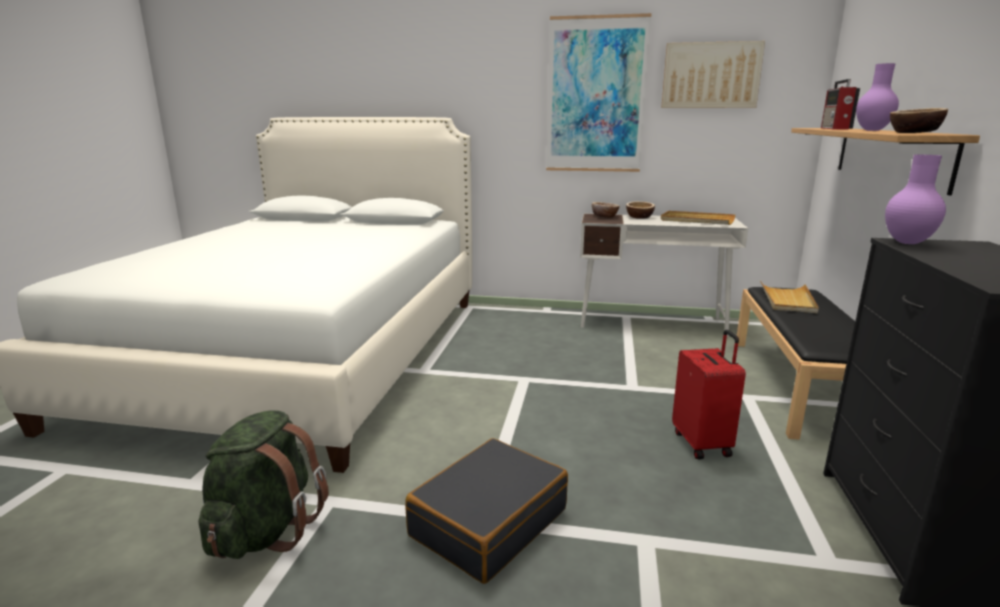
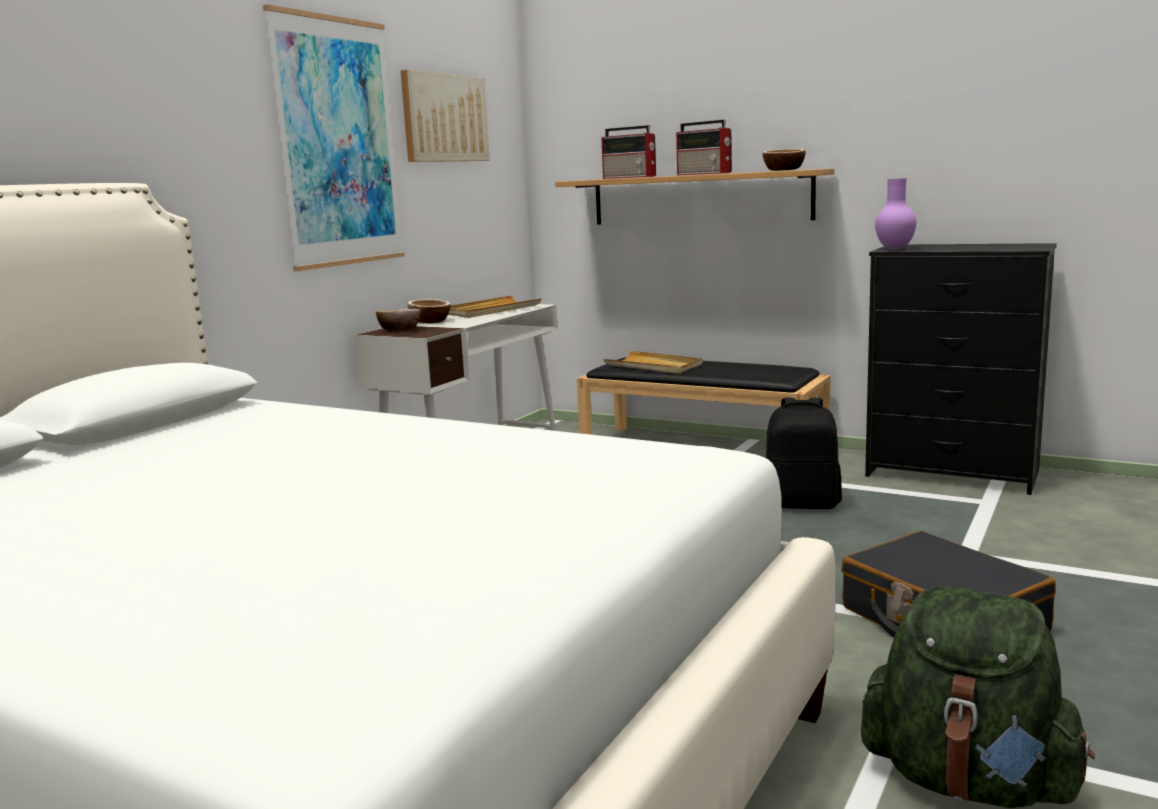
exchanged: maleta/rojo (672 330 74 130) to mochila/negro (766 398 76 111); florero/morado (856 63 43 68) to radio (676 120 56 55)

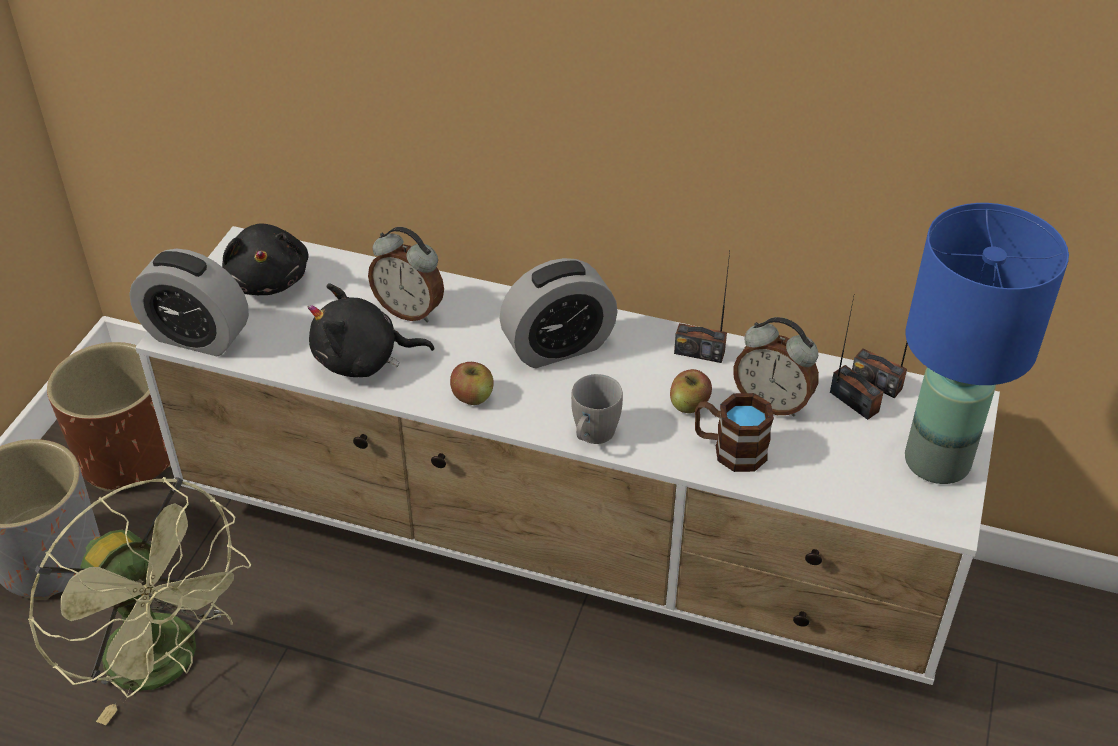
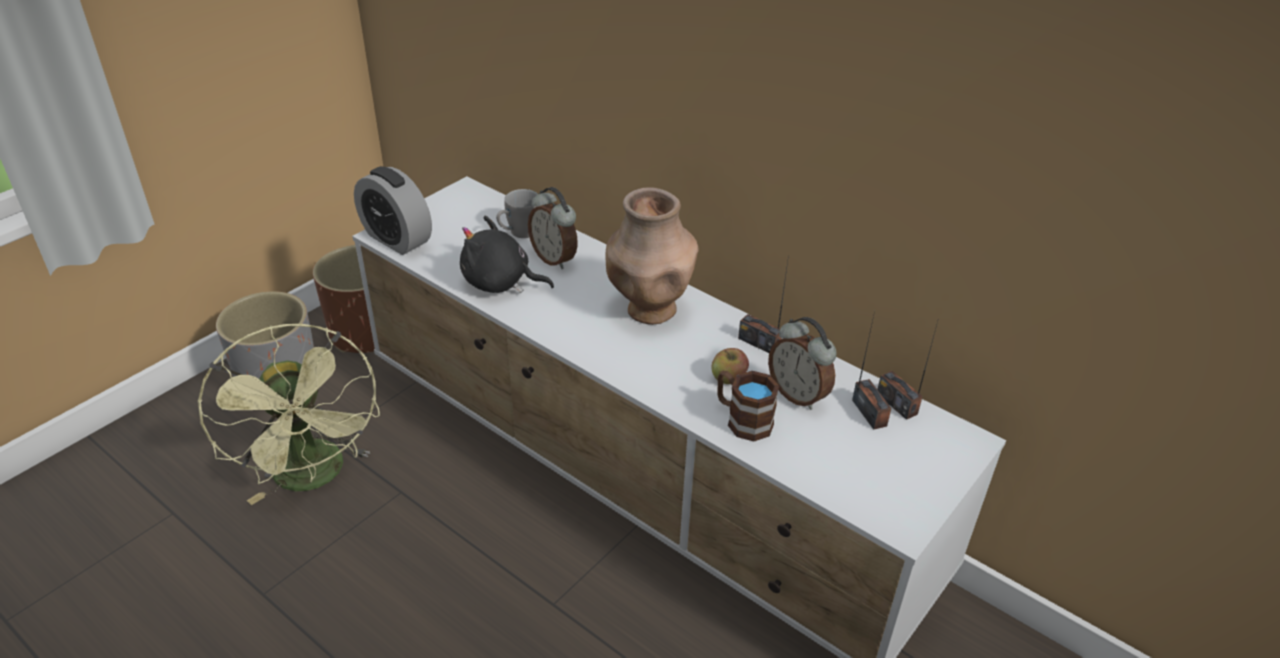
missing: peluche/negro (222 224 86 71); manzana (450 362 44 43); lámpara de mesa/azul (905 203 164 281)
relocated: taza grande/gris (571 374 52 70) to (496 189 43 49)
exchanged: despertador (499 258 119 110) to florero/marrón (605 187 94 138)

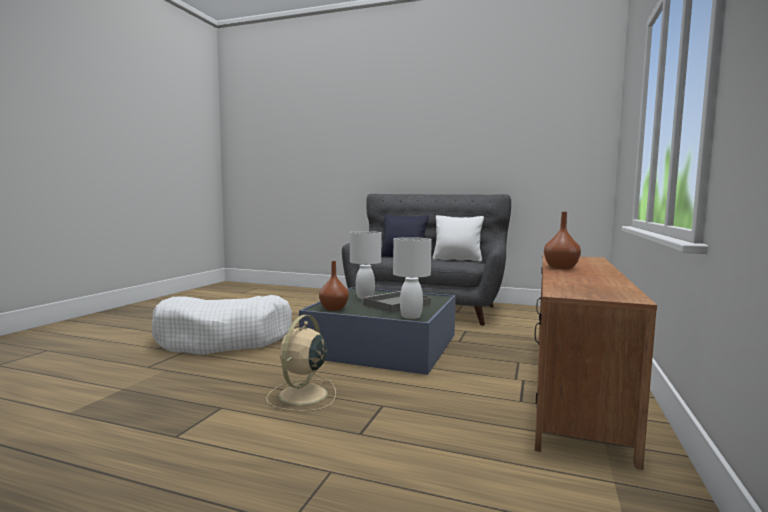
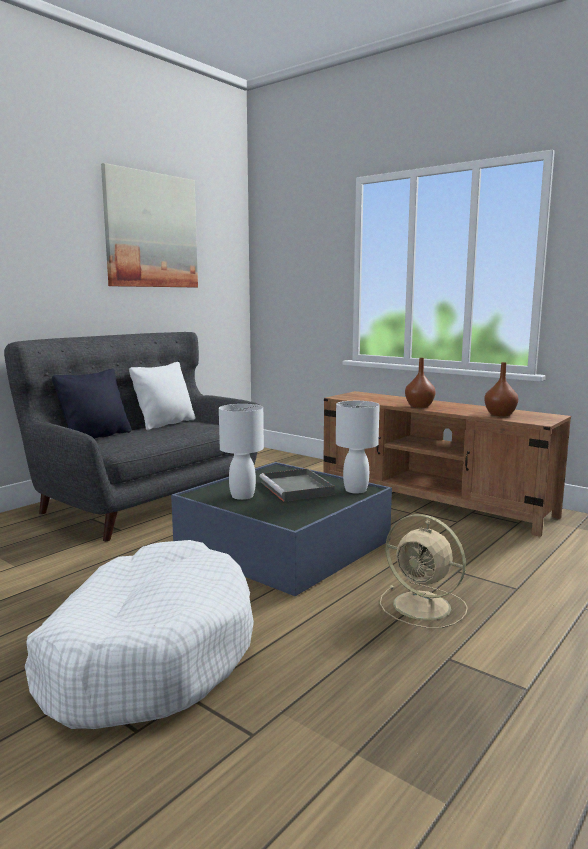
appeared: cuadro (101 163 97 124)
relocated: florero/marrón (319 261 30 50) to (484 362 34 54)

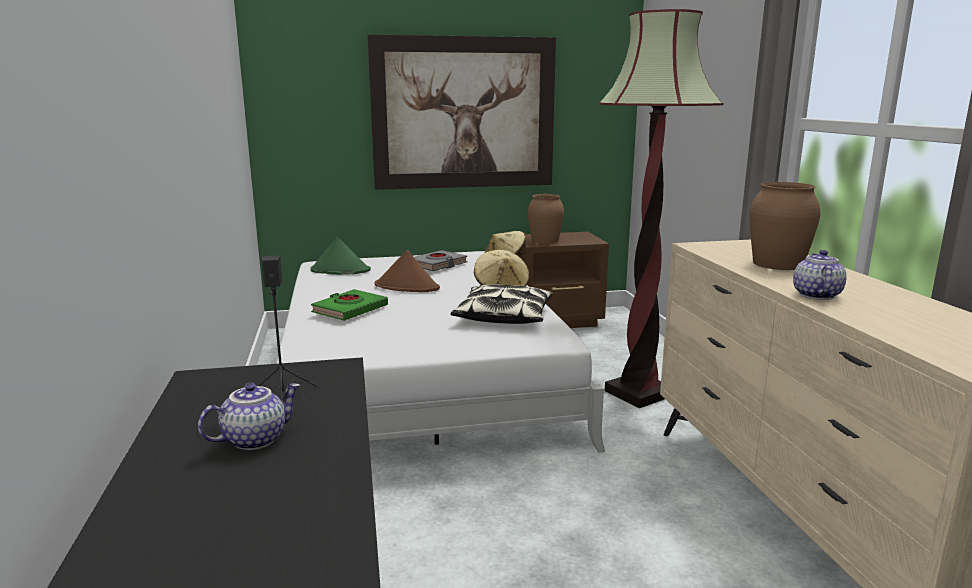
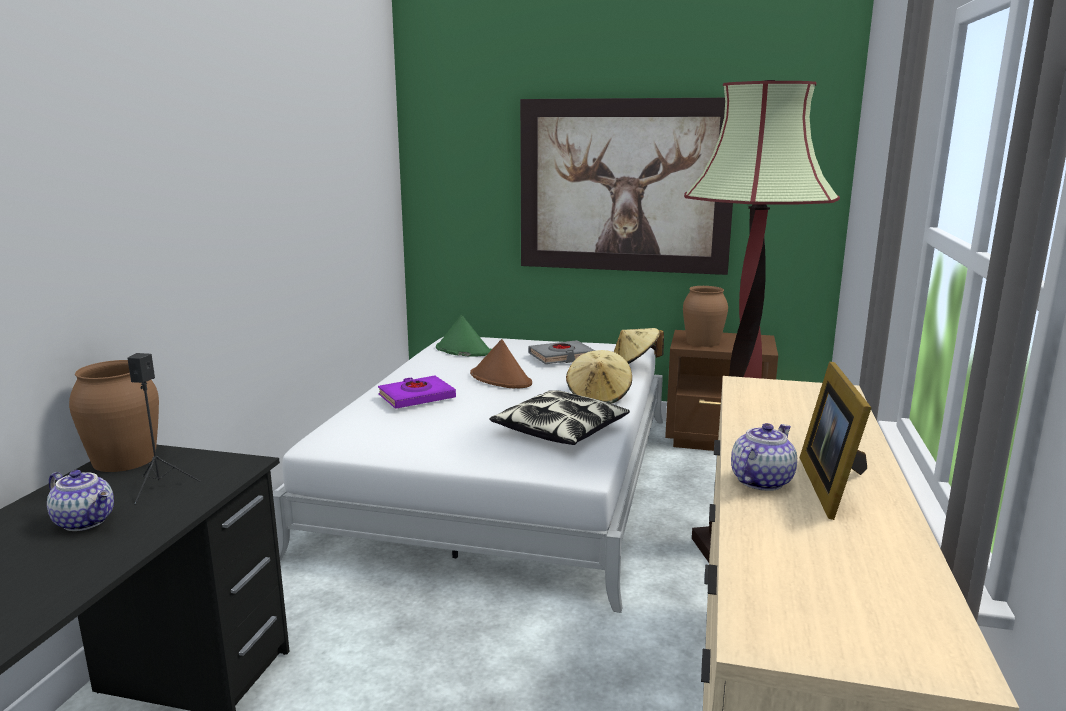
appeared: portarretratos (800 362 72 158)
relocated: florero/marrón (750 182 71 88) to (69 360 90 112)
colour: libro/verde (311 289 77 32) to libro/morado (378 375 78 34)
spun: tetera (198 383 102 67) = (47 470 67 61) 45 degrees clockwise

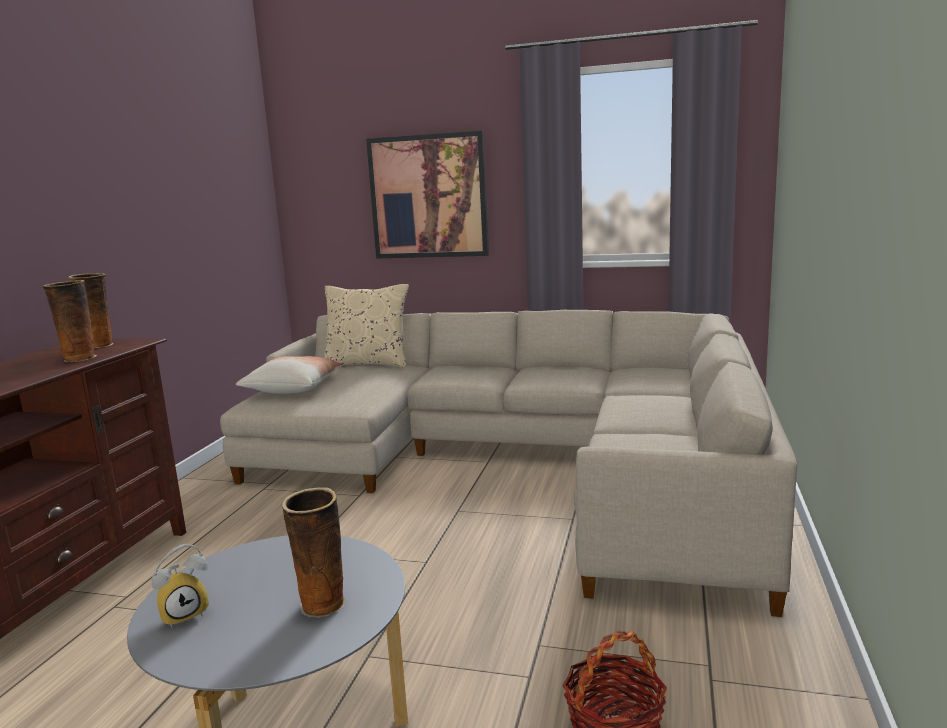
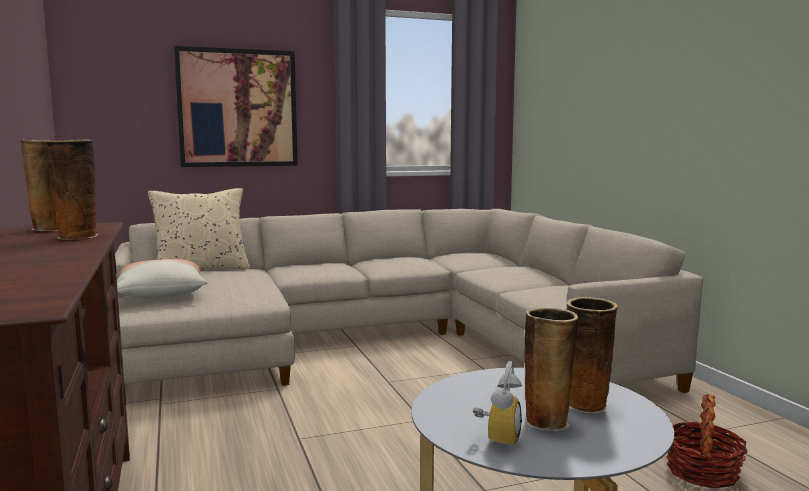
appeared: florero (524 308 55 123)

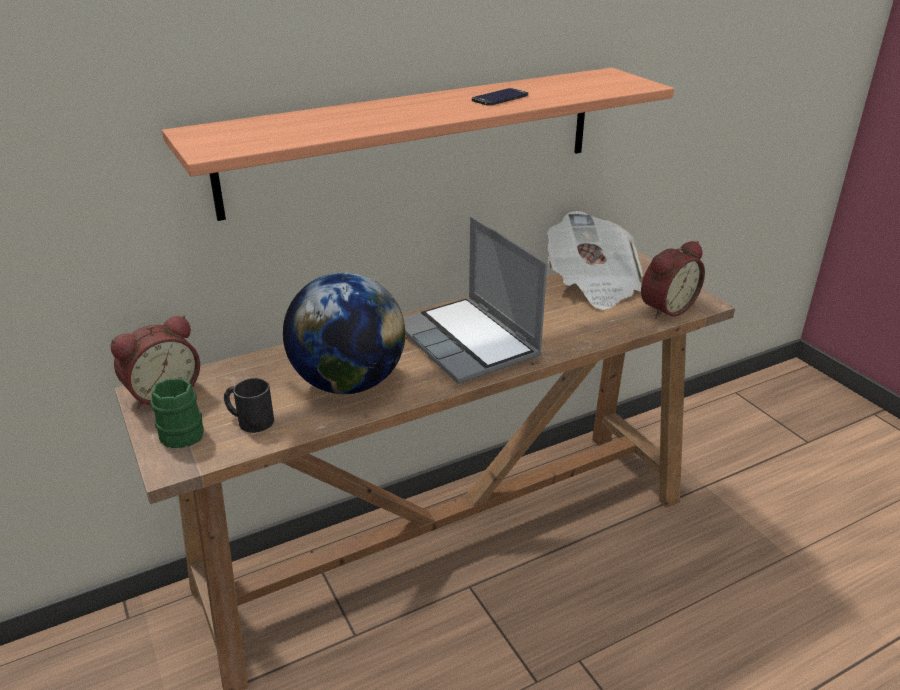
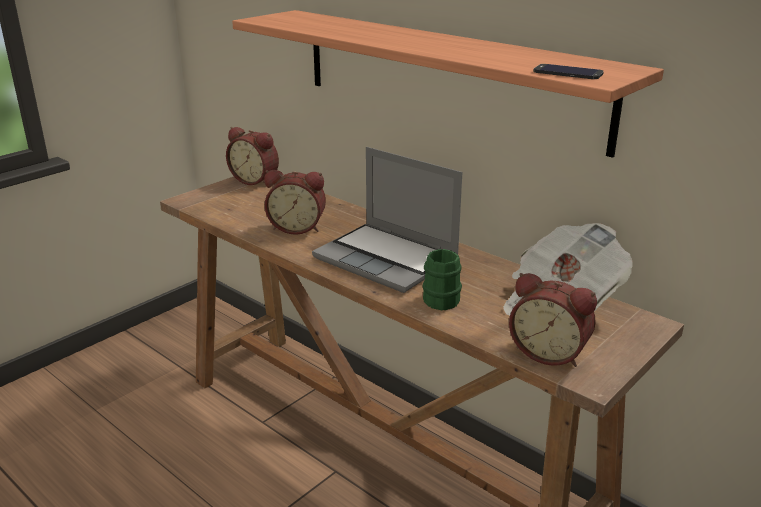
missing: taza grande/negro (224 378 50 55)
relocated: taza grande/verde (150 378 54 70) to (422 249 40 61); móvil (472 88 56 18) to (533 64 71 15)
exchanged: globo terráqueo (283 272 122 122) to despertador (264 170 62 65)
spun: portátil (403 217 144 167) = (312 147 150 146) 90 degrees counterclockwise

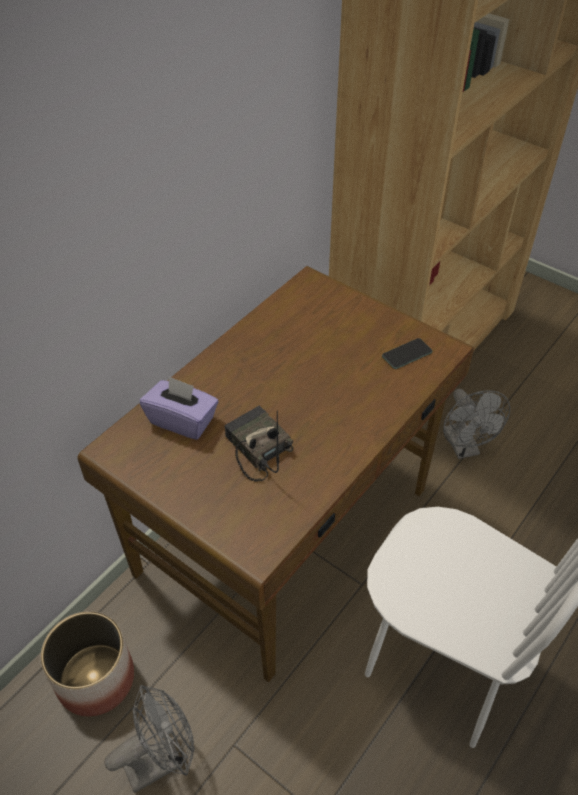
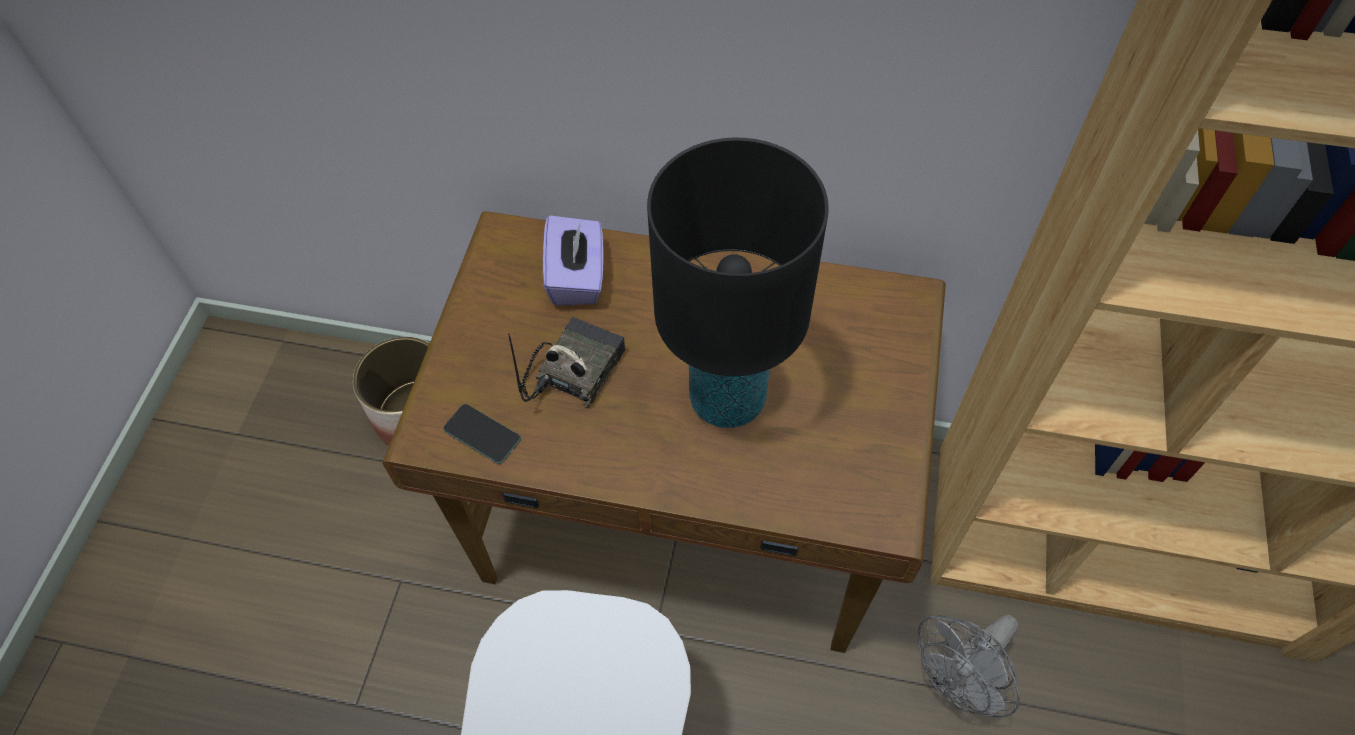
missing: ventilador/gris (104 685 91 108)
appeared: lámpara de mesa/negro (647 138 182 290)
relocated: móvil (382 338 51 31) to (443 404 78 60)

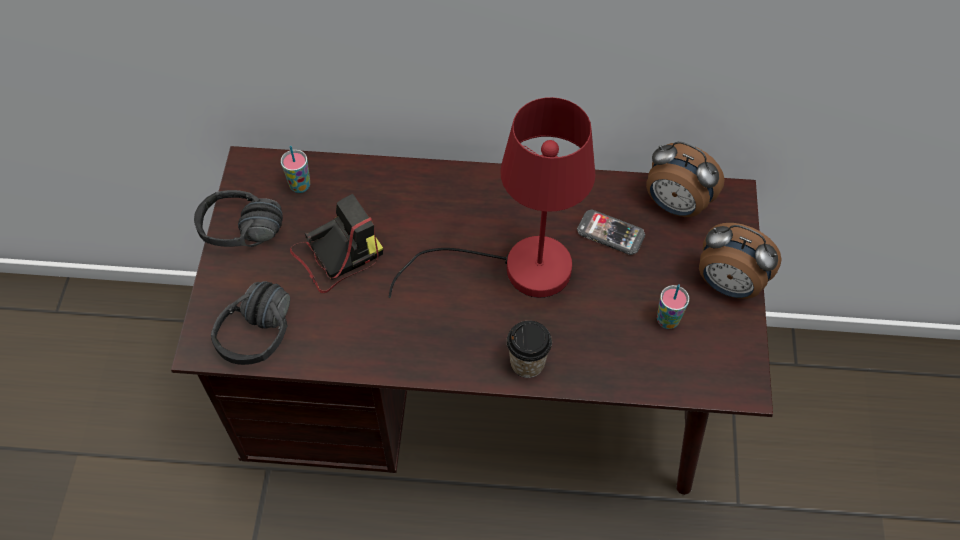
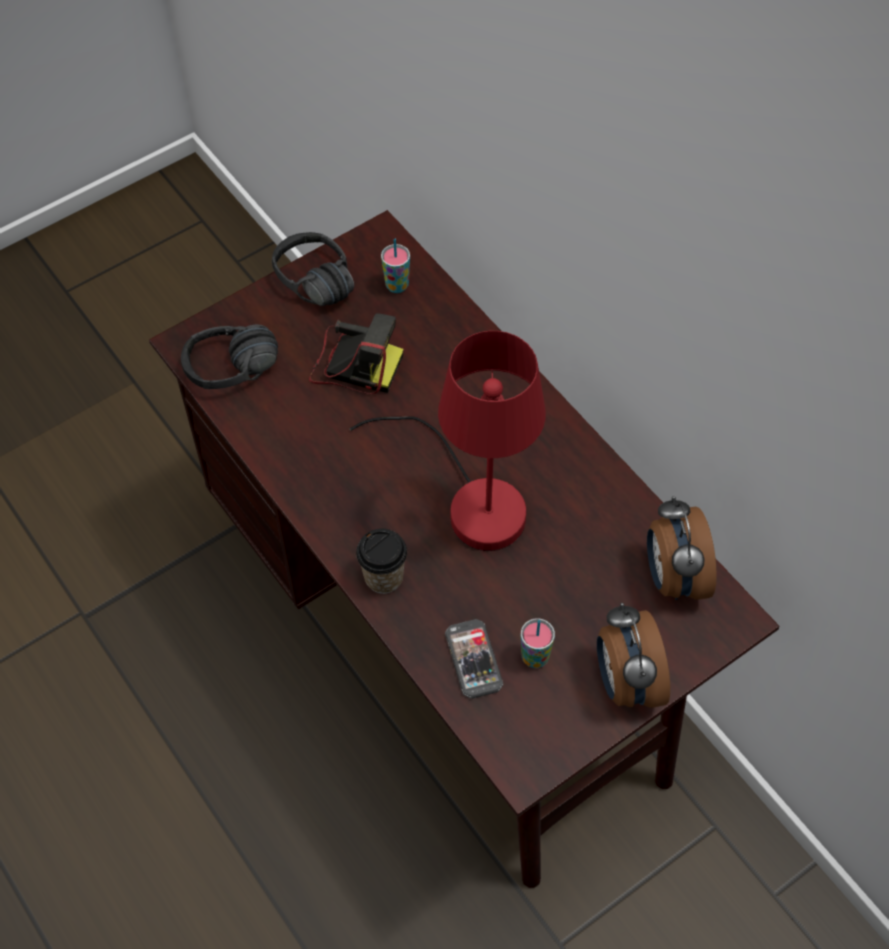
relocated: móvil (577 210 68 45) to (445 619 58 80)

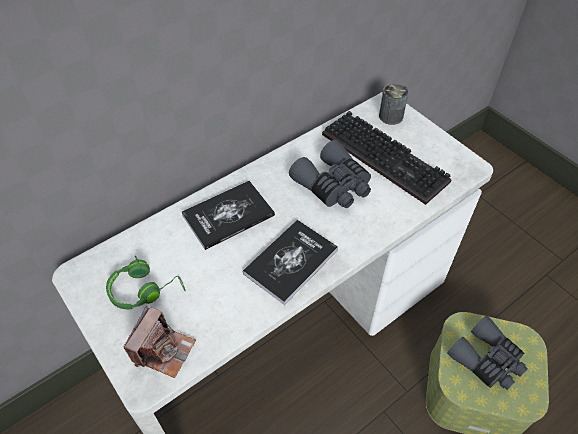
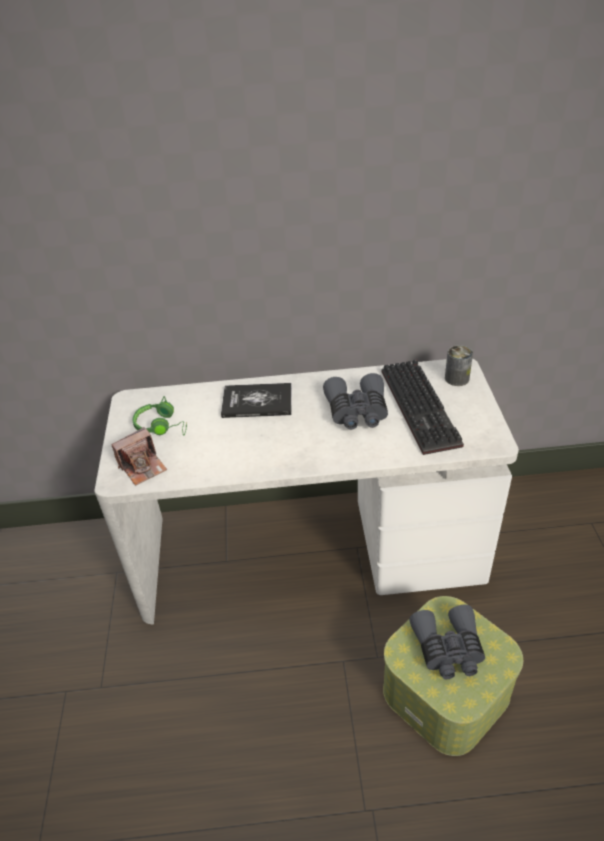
missing: libro (243 220 95 85)

